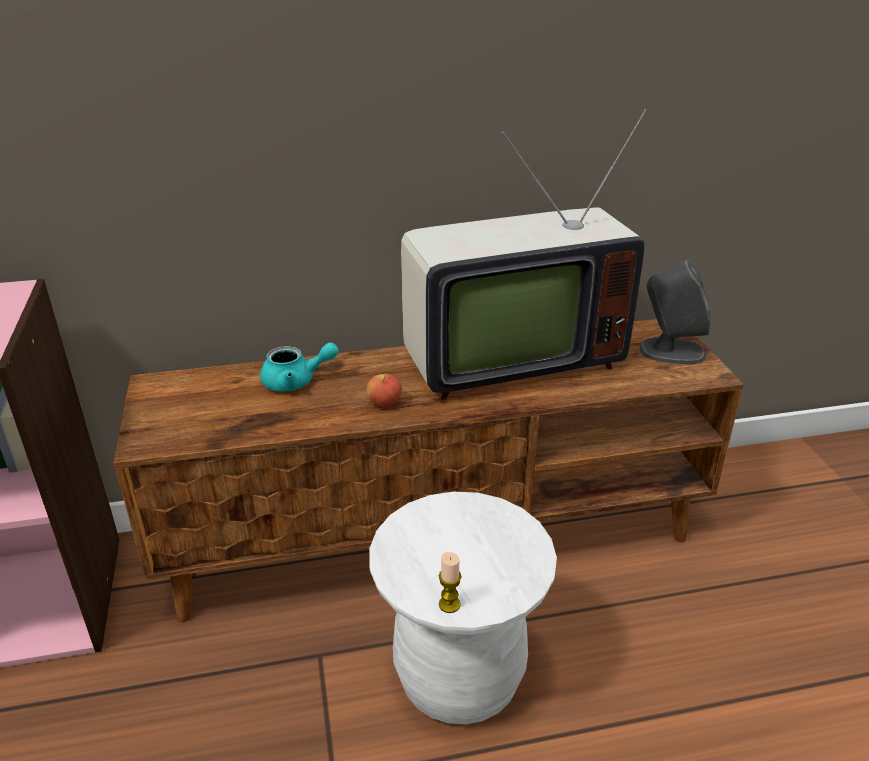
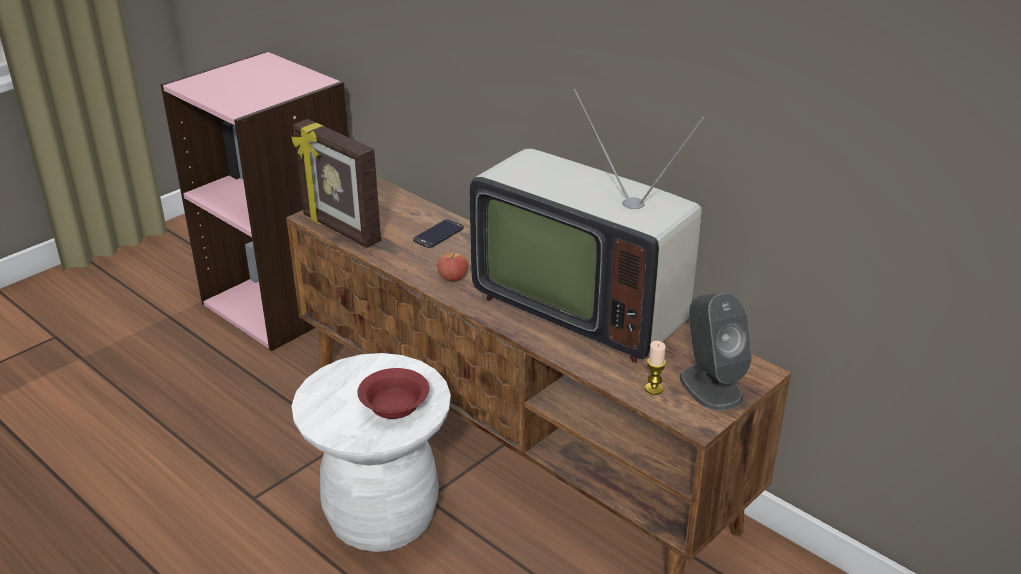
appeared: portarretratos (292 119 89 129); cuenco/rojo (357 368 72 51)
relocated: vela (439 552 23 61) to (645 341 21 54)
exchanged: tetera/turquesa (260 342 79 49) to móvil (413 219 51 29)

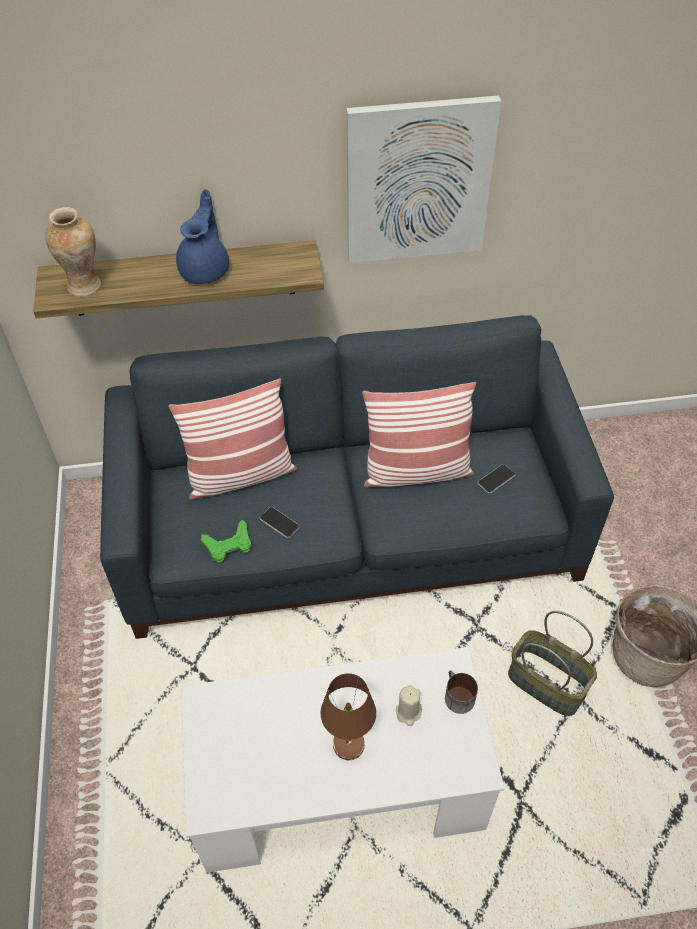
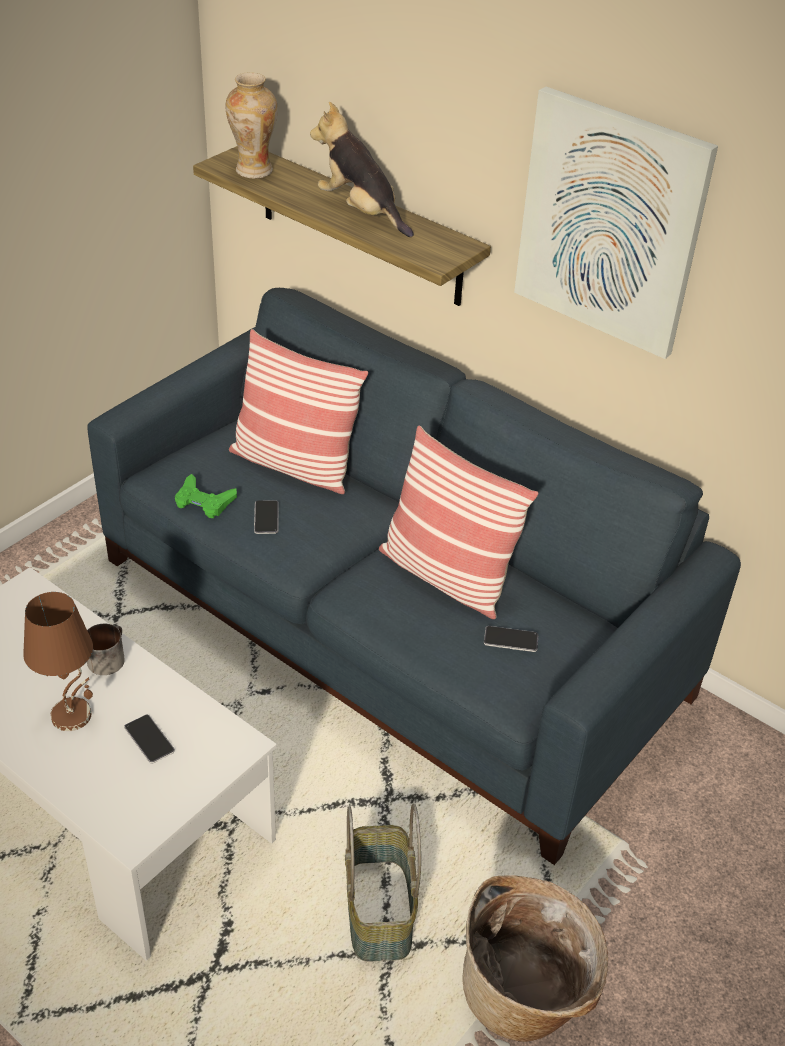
relocated: taza grande (445 671 33 43) to (87 624 38 51)
exchanged: tetera/azul (176 189 53 95) to peluche (310 101 104 136); vela/beis (396 685 26 41) to móvil (124 715 51 49)

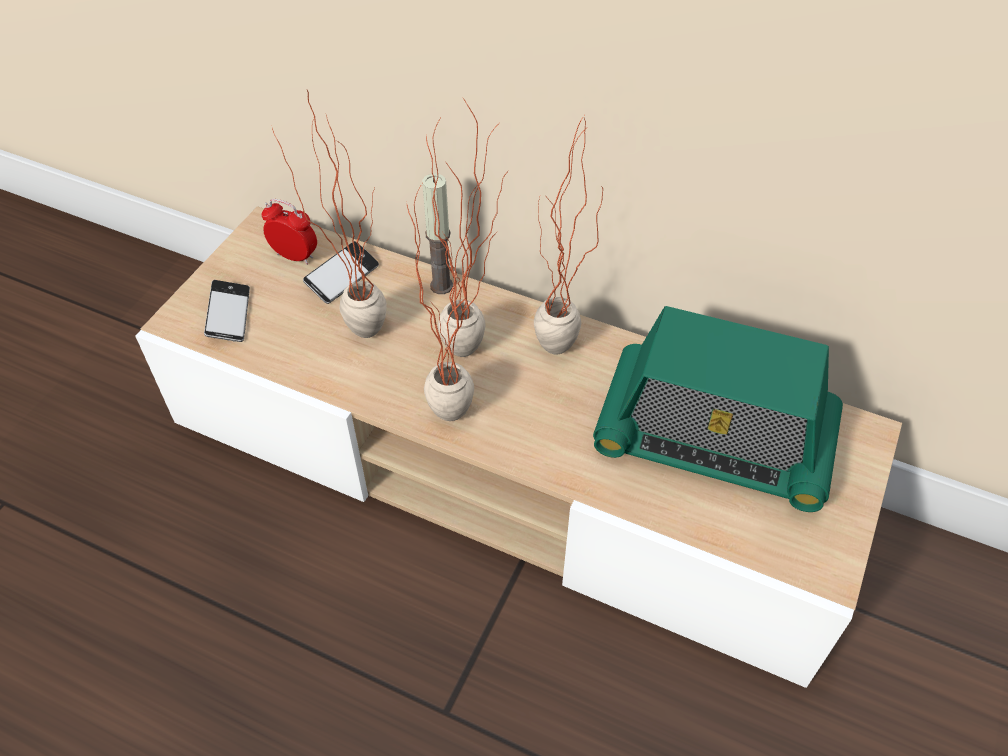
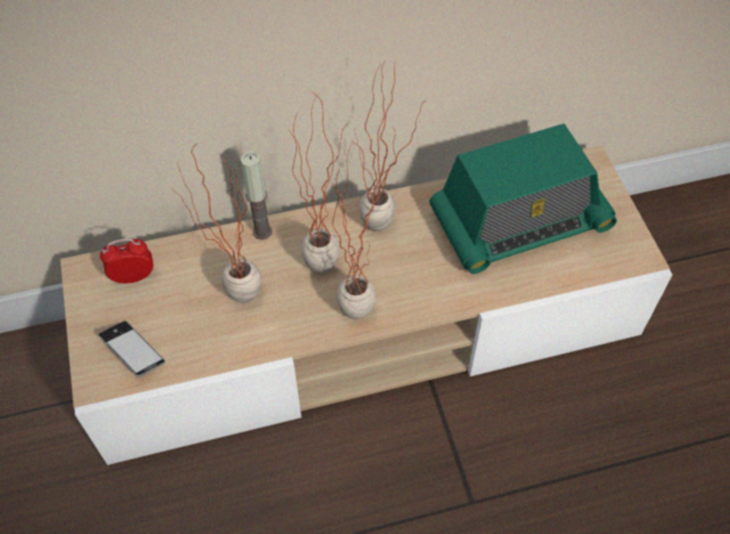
missing: móvil (303 241 76 63)

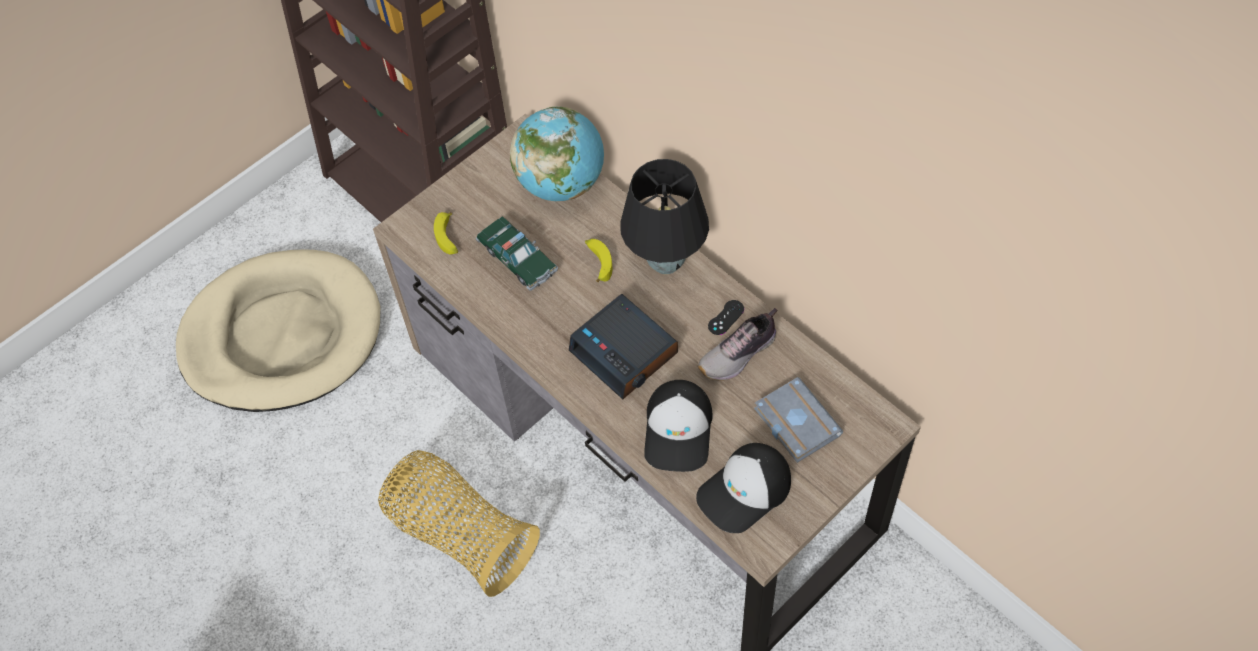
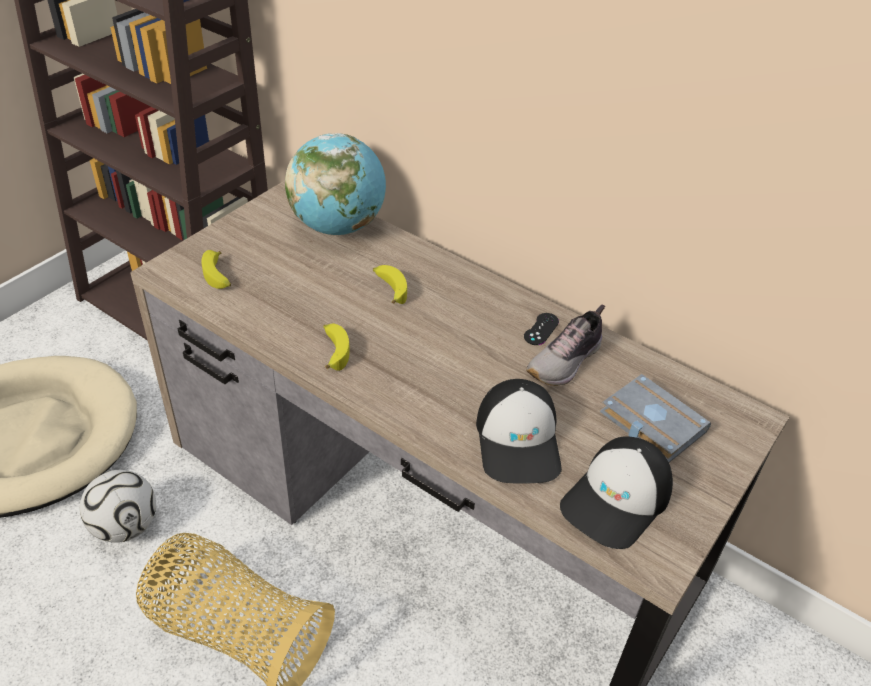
missing: coche de juguete (476 216 82 75); despertador (569 294 109 105); lámpara de mesa/negro (620 159 89 115)
appeared: balón de fútbol (80 470 76 73); plátano (323 324 27 47)

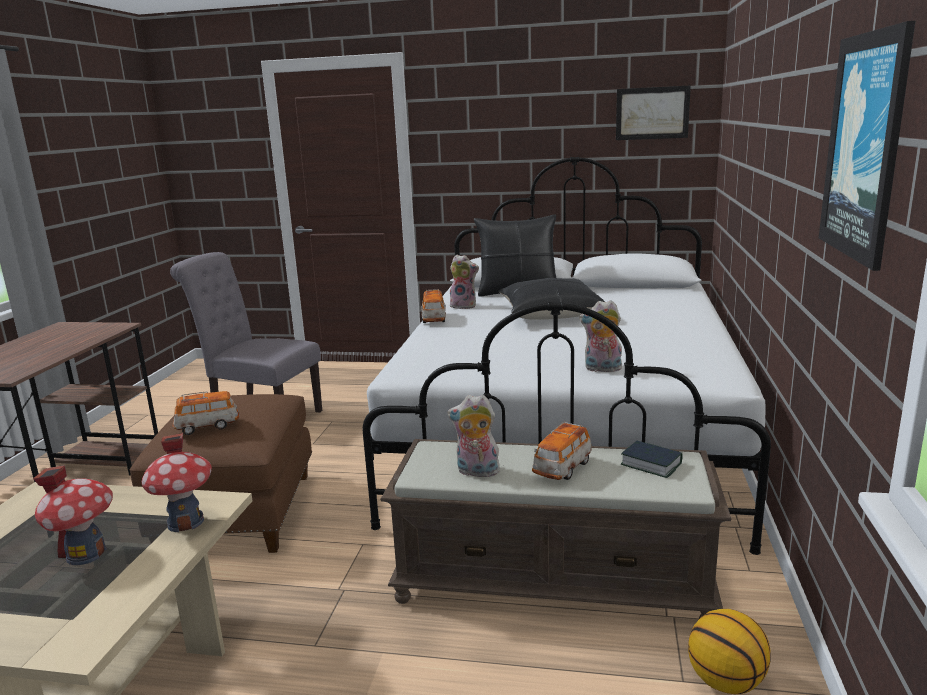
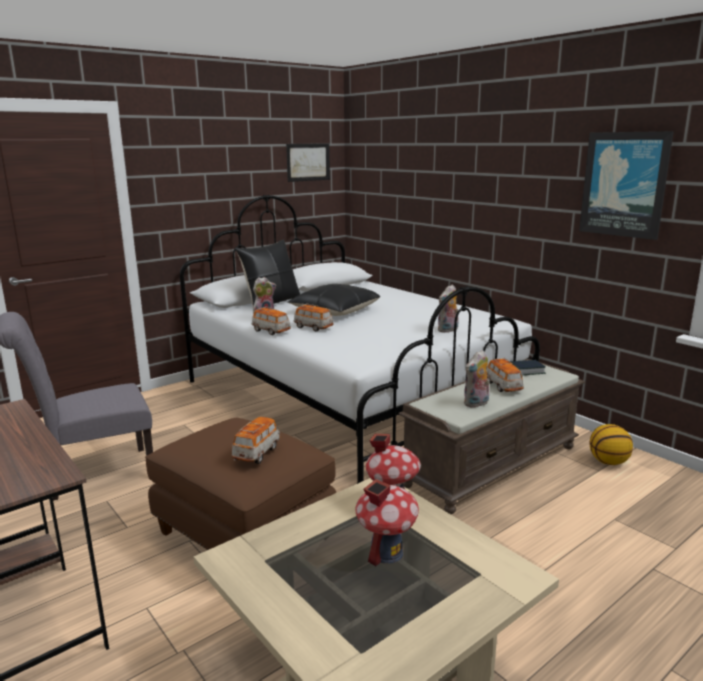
appeared: coche de juguete (294 303 40 28)

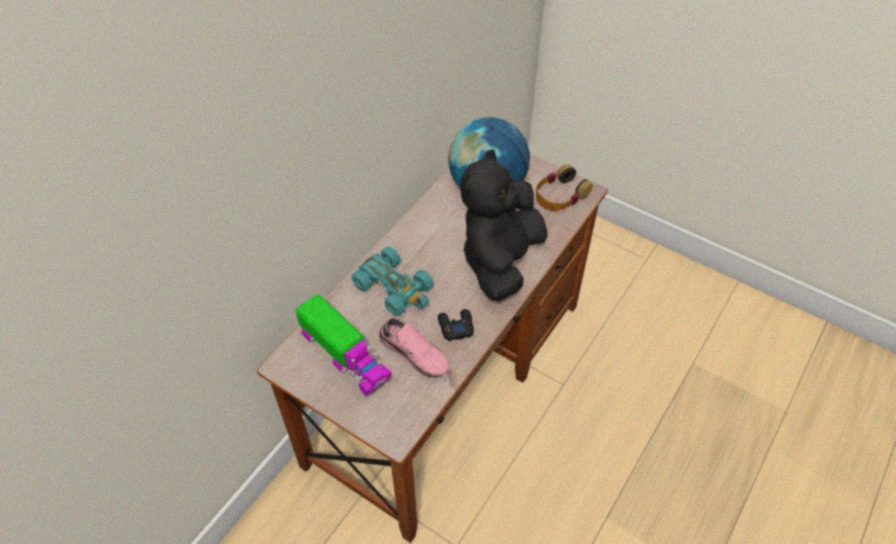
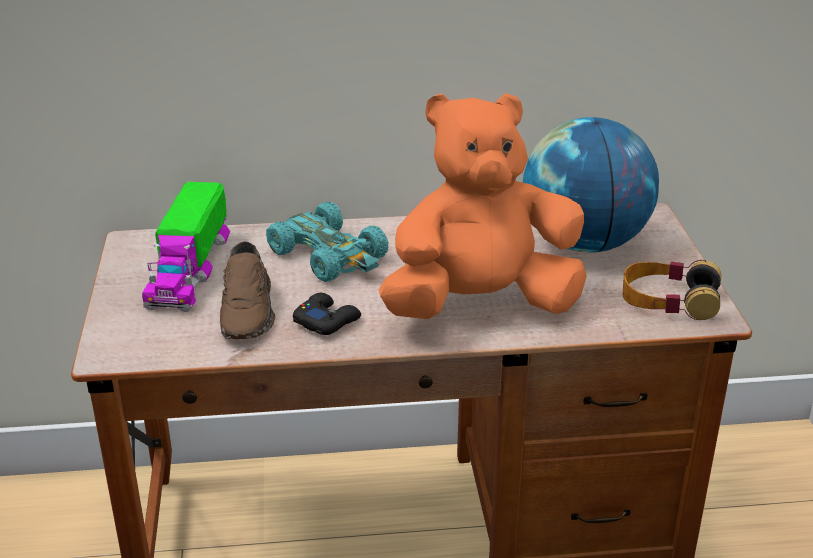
colour: zapato/rosa (379 318 70 60) to zapato/marrón (220 241 55 98); peluche/negro (460 149 88 152) to peluche/naranja (379 93 208 226)
spun: coche de juguete/turquesa (352 246 82 70) = (266 202 123 80) 45 degrees counterclockwise

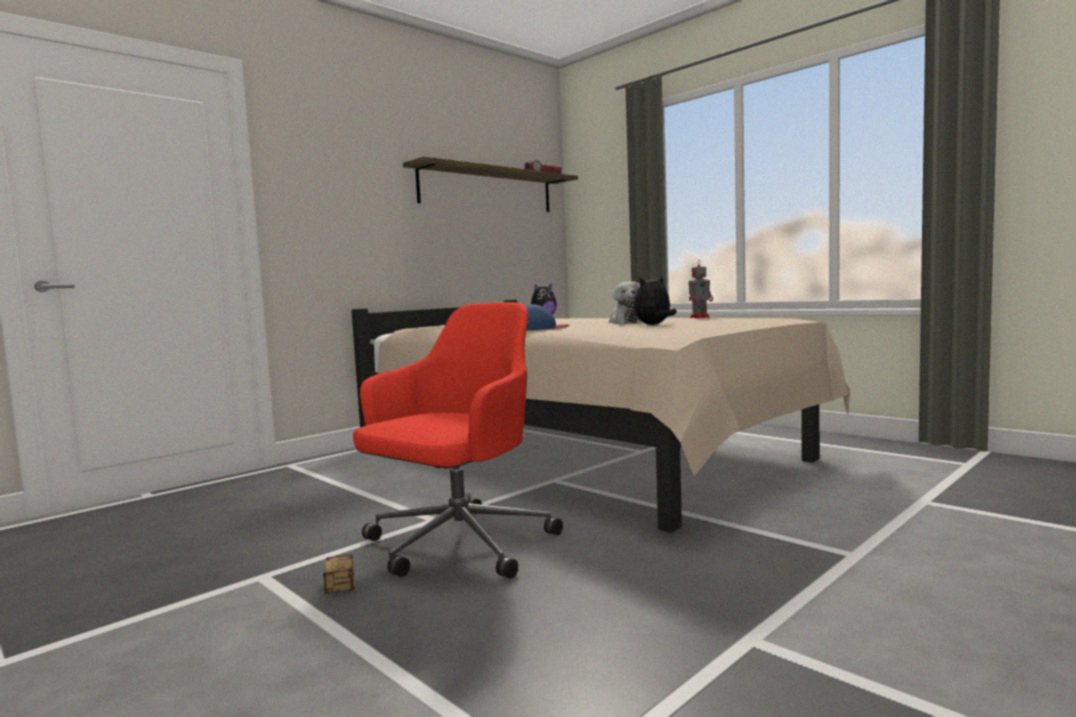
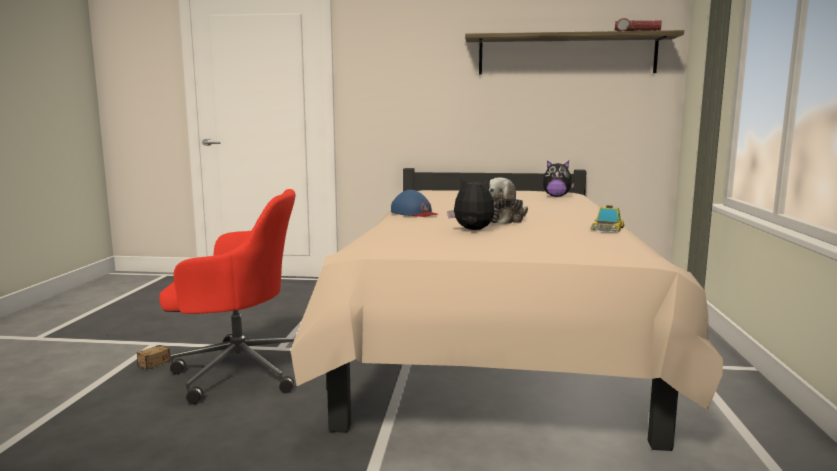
exchanged: robot de juguete (689 260 24 58) to coche de juguete (590 205 35 27)

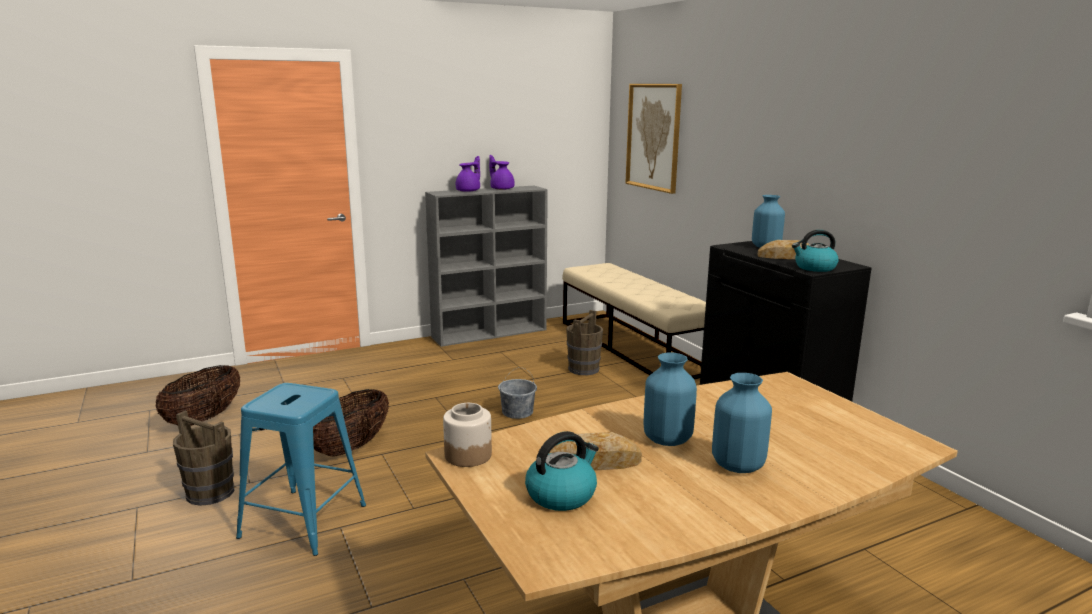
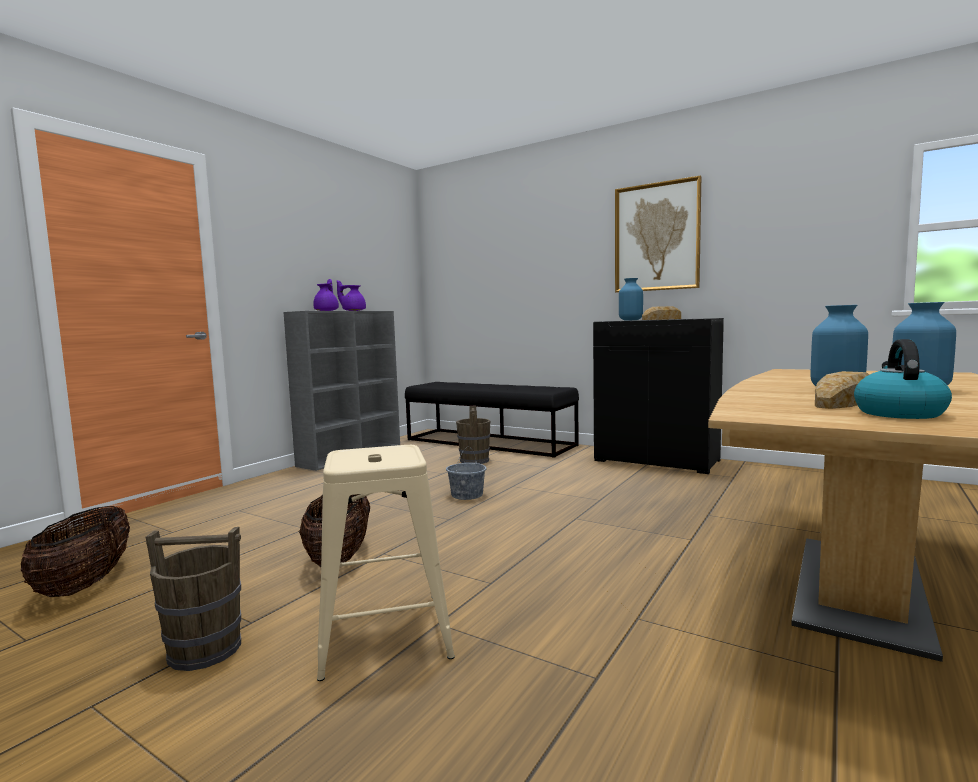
missing: tarro (443 403 49 64); hervidor (792 230 47 42)
relocated: cuadro (625 84 57 110) to (615 176 86 117)
colour: taburete/azul (236 383 130 173) to taburete/beis (317 445 138 236); banco/beis (562 263 144 116) to banco/negro (405 382 174 76)

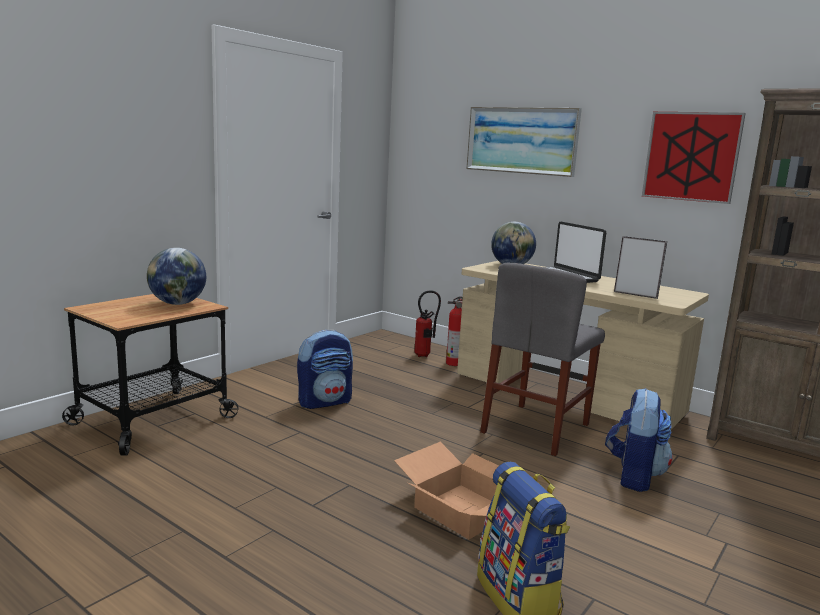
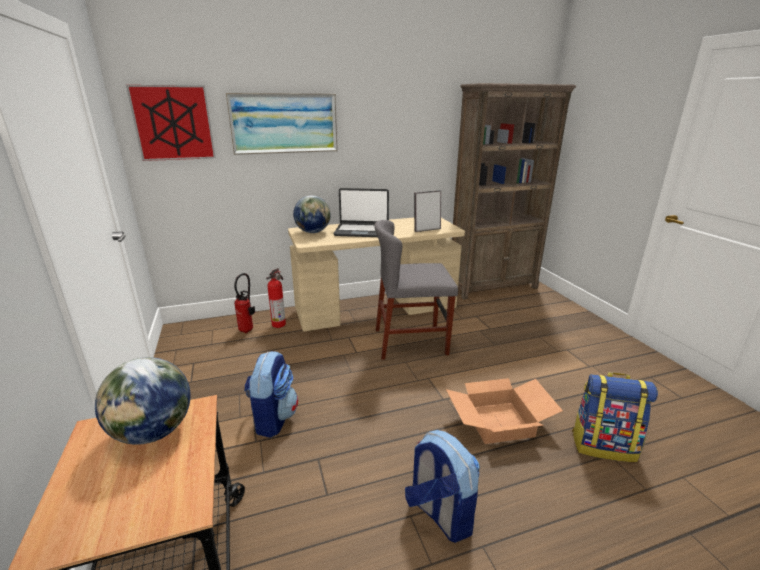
relocated: mochila (605 388 68 104) to (405 430 75 113); cuadro (642 112 104 92) to (126 85 90 76)
spun: silla/gris (480 262 125 194) = (374 220 84 140) 105 degrees clockwise

